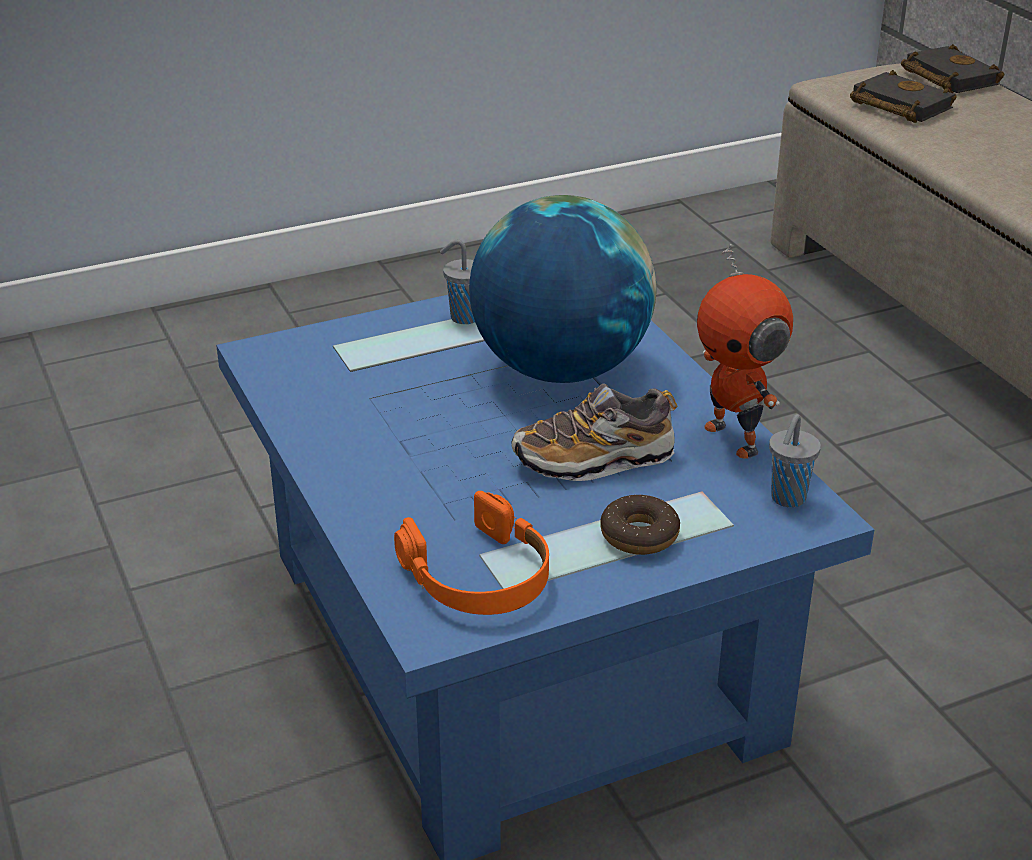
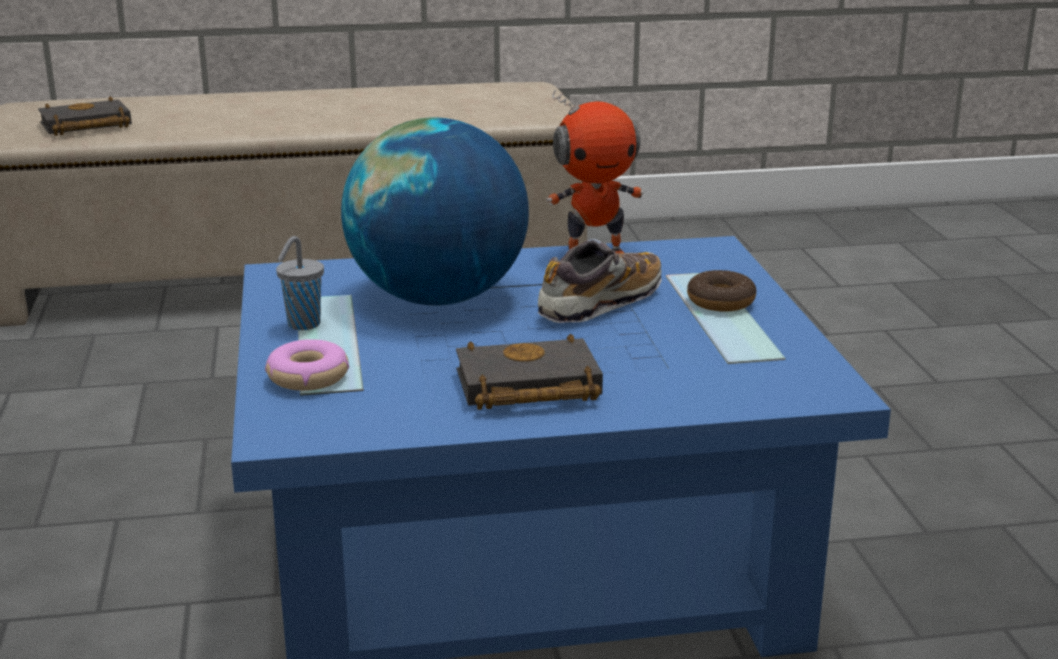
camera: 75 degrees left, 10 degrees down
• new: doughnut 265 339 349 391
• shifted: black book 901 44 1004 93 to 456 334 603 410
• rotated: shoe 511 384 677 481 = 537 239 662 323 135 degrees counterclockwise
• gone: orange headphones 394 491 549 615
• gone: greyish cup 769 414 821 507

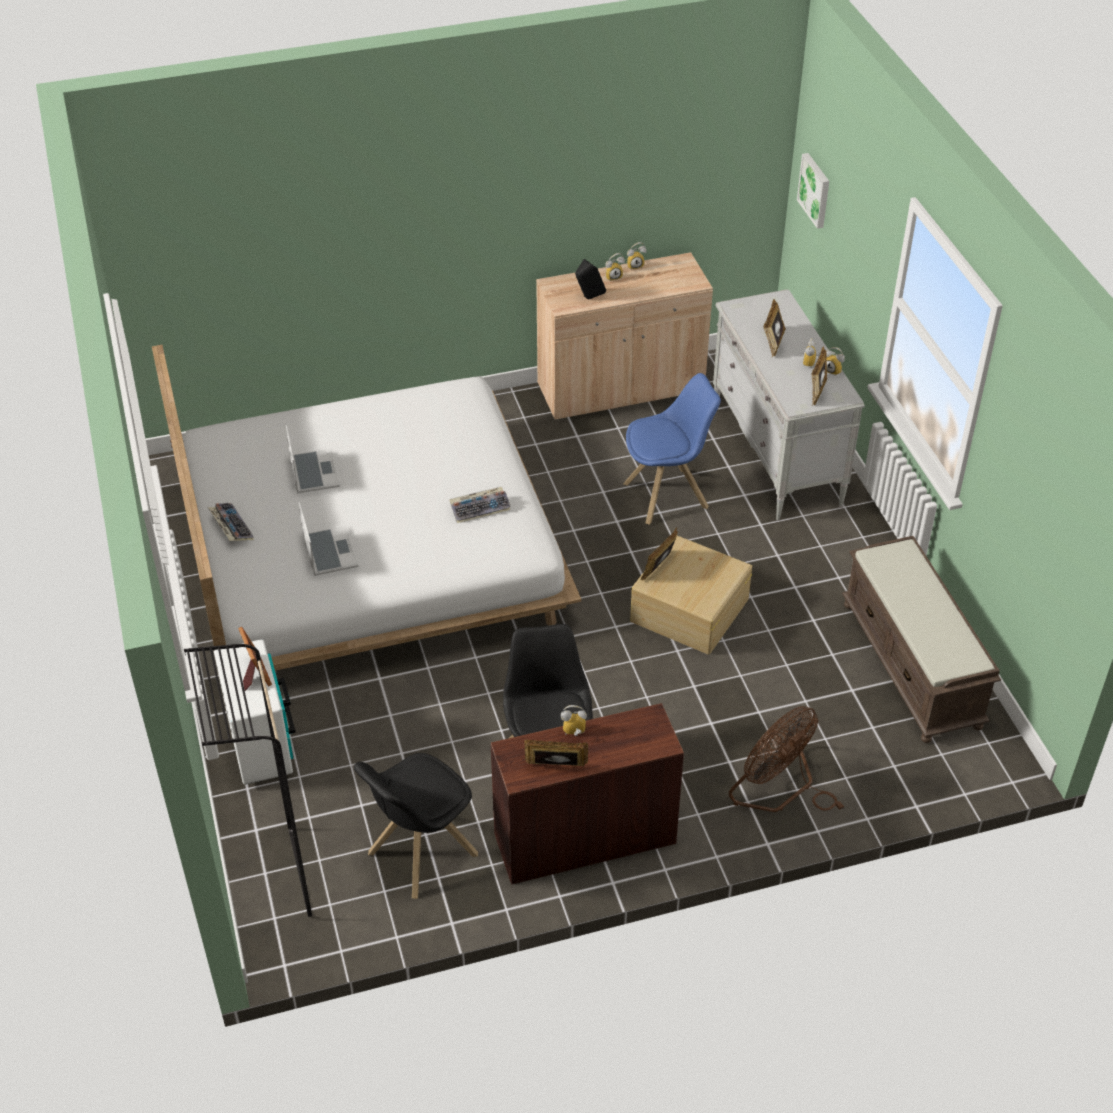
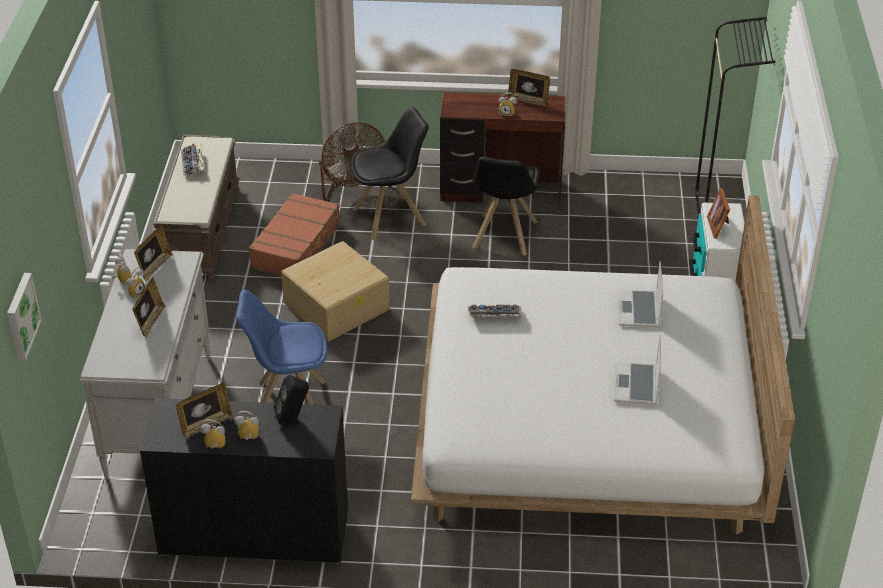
camera: 160 degrees left, 5 degrees down
• repainted: beige-coloured cabinet 536 252 713 420 to black cabinet 140 398 348 564
• shifted: photo frame 640 527 678 580 to 176 383 233 438
• shifted: PC keyboard 208 503 254 541 to 181 143 204 178
• new: brownish piece of luggage 249 193 341 276
• shifted: black upright chair 354 753 478 899 to 351 107 428 240

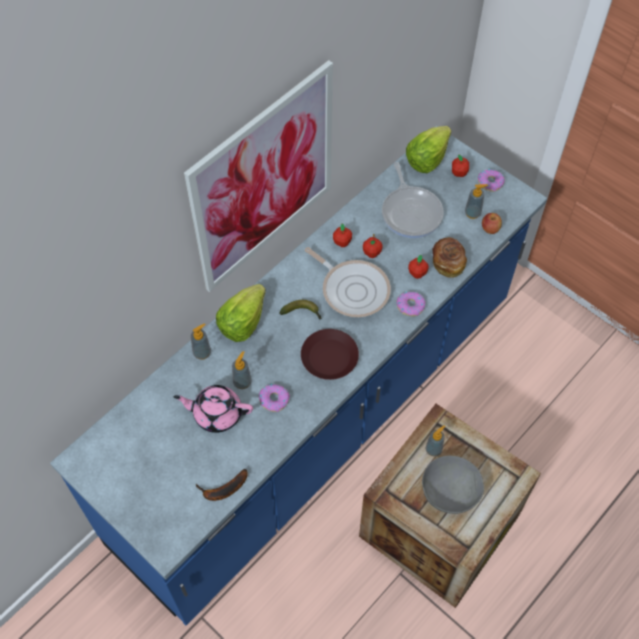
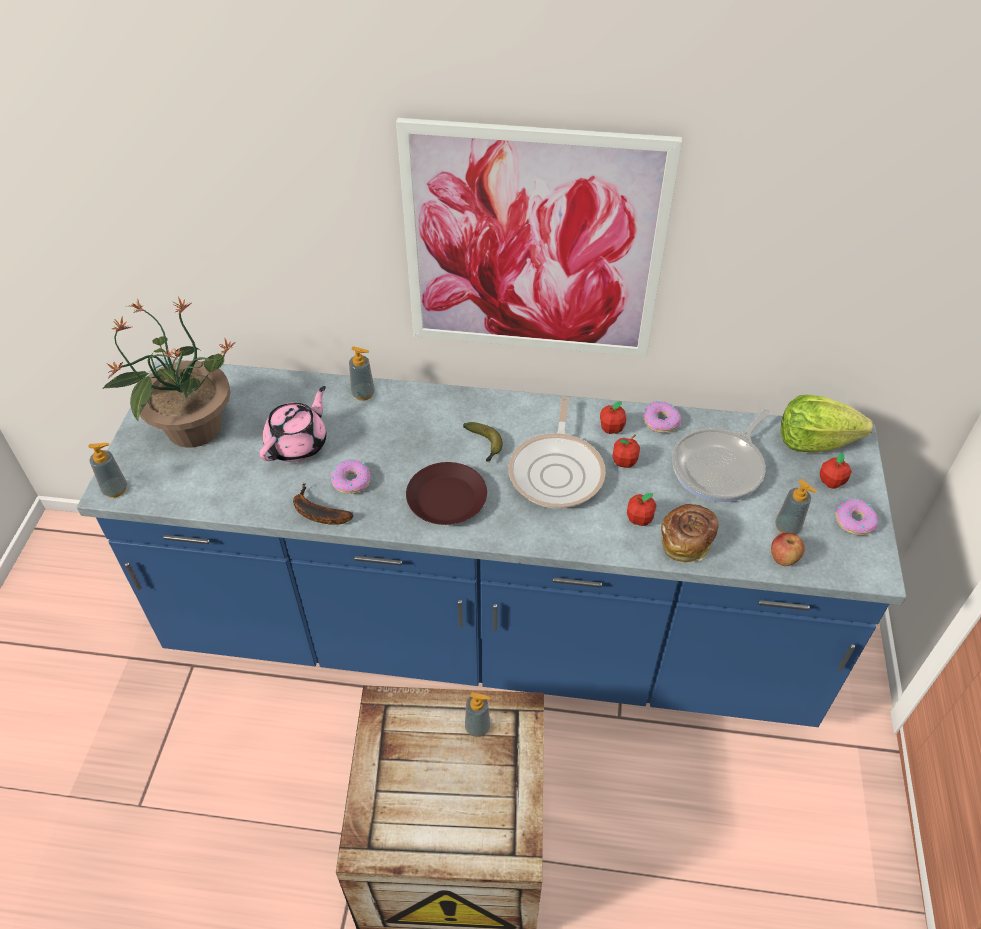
camera: 55 degrees right, 10 degrees down
• shifted: liquid soap bottle 232 351 252 389 to 88 443 127 498
• new: plant in a pot 102 297 236 448
• rotated: pinkish teapot 174 385 253 433 = 259 386 327 462 60 degrees clockwise
• shifted: banana 196 469 248 501 to 293 484 353 525
• shifted: doughnut 396 291 425 316 to 643 401 681 433
• gone: lettuce head 216 284 266 342
• gone: greyish bowl 422 456 484 514

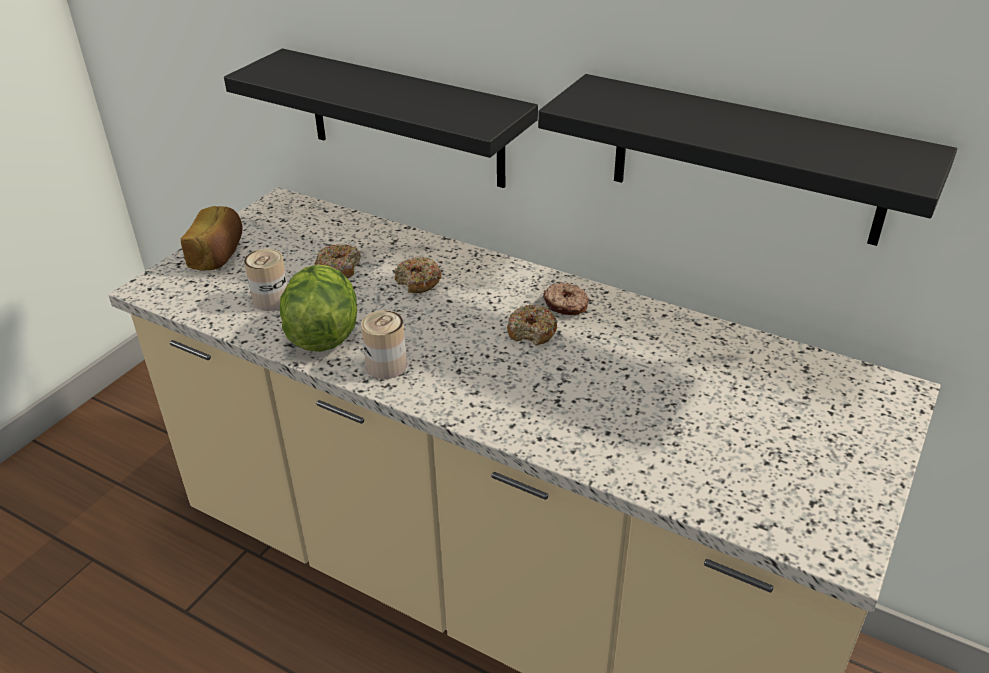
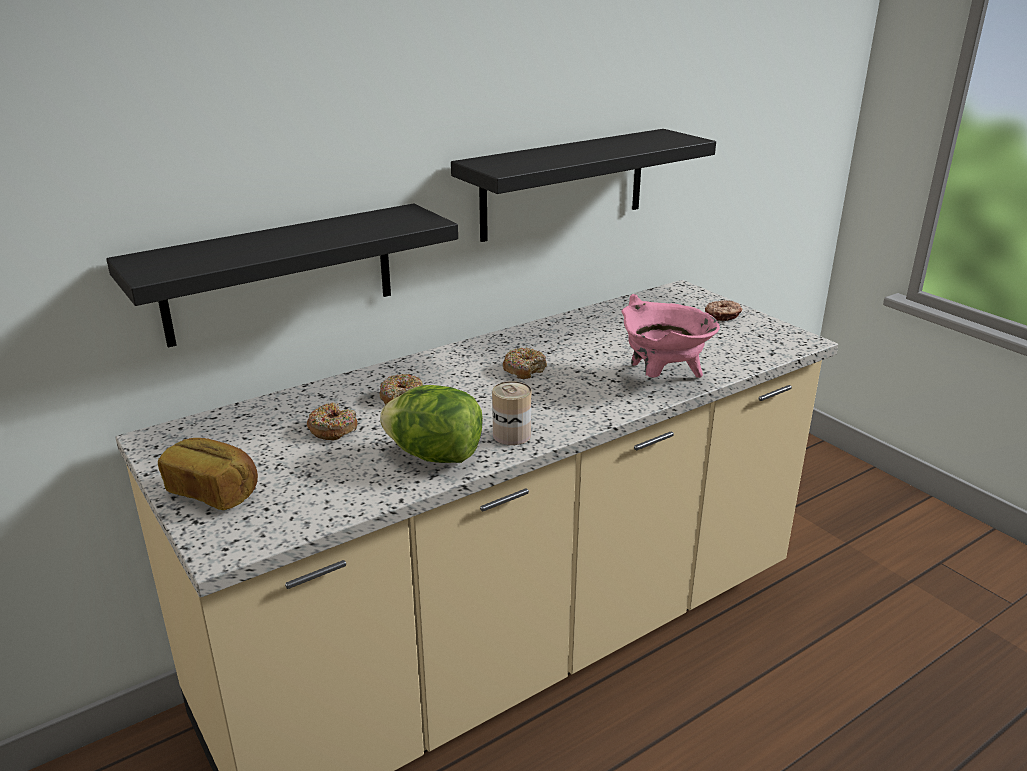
camera: 65 degrees left, 10 degrees down
• new: pinkish cooking pot 621 294 720 378
• shifted: doughnut 543 283 589 315 to 705 300 743 321
• gone: can 244 249 288 311

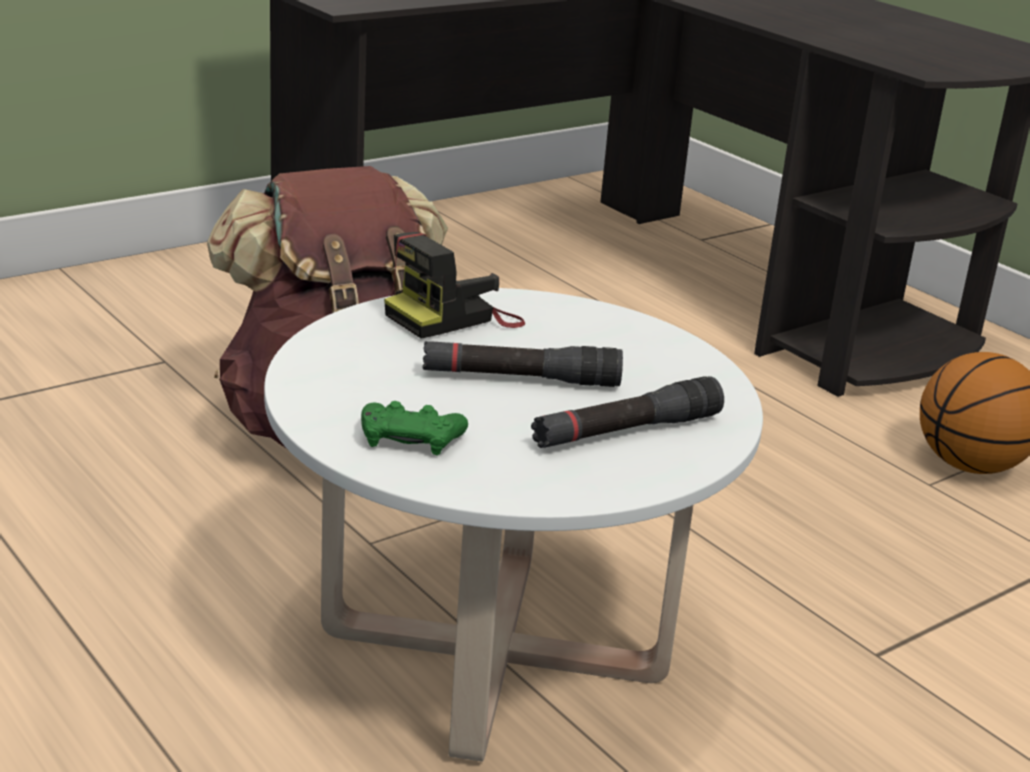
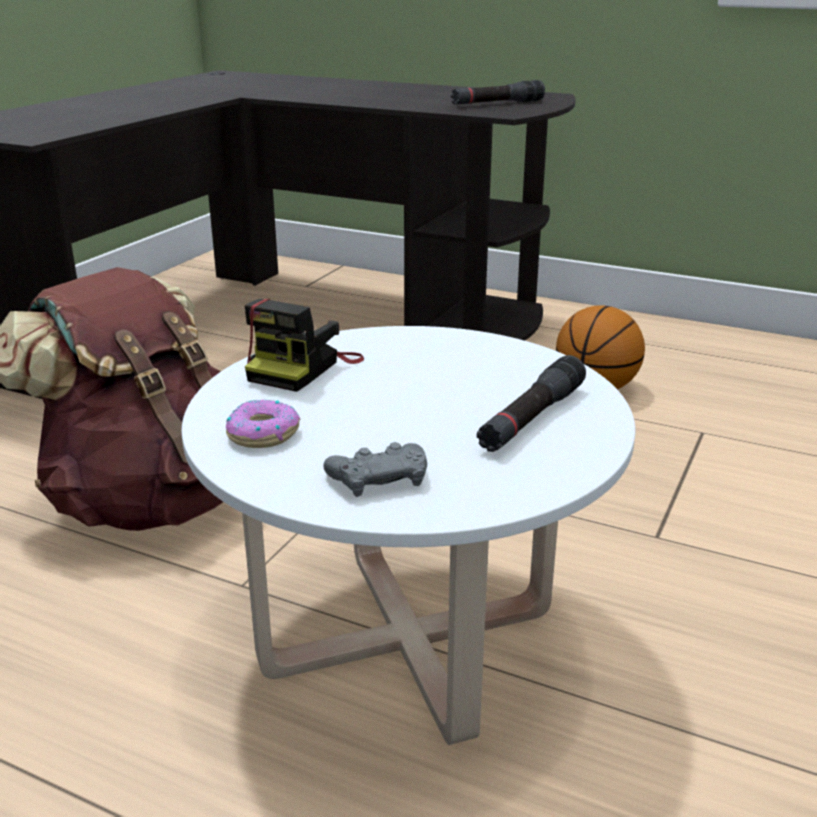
camera: 25 degrees left, 0 degrees up
• new: doughnut 226 400 300 448
• repainted: greenish joypad 361 401 468 455 to greyish joypad 323 442 427 497
• shifted: black flashlight 422 341 623 387 to 451 80 545 105

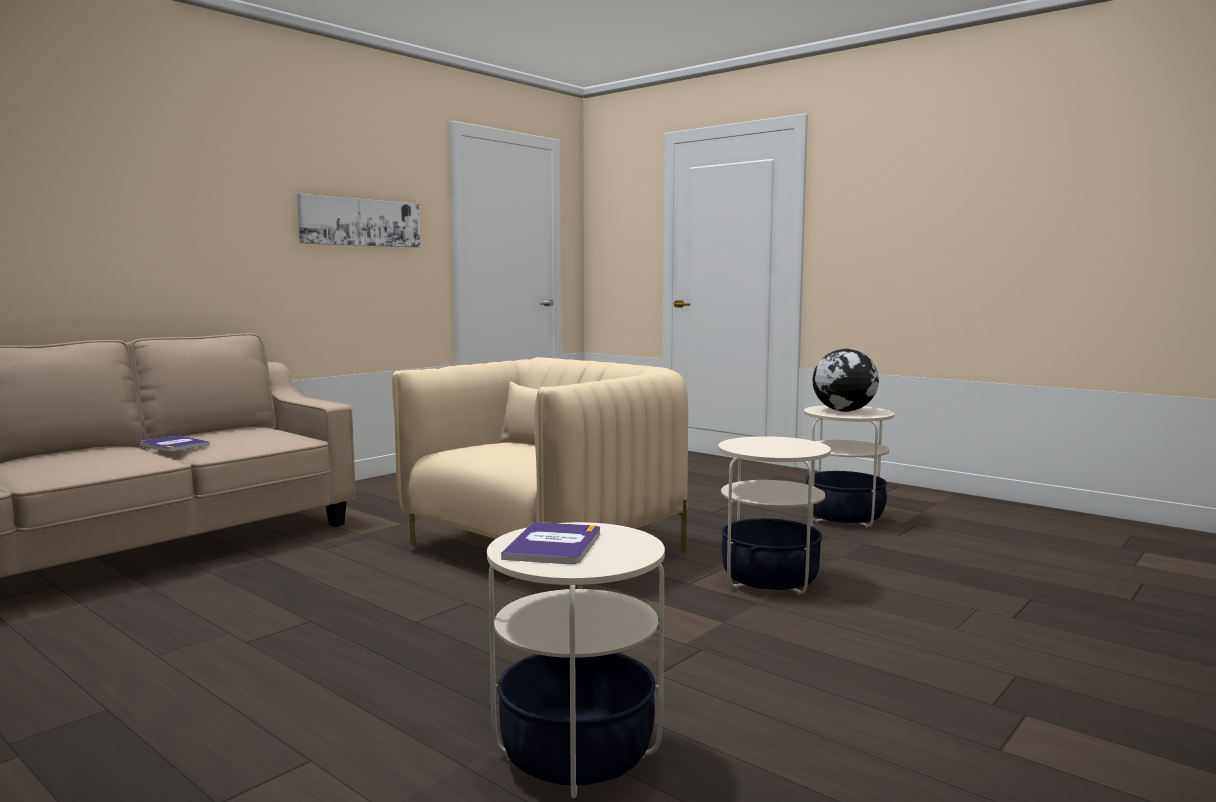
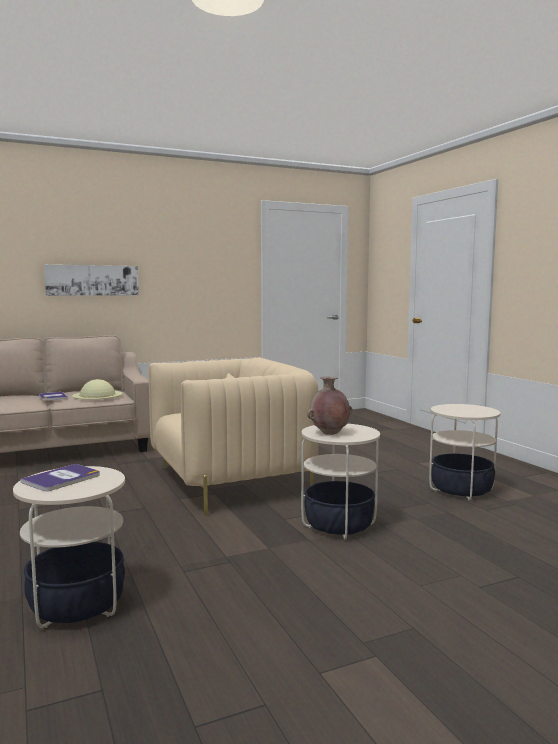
camera: 25 degrees right, 0 degrees up
• shifted: wall art 297 194 420 248 to 44 265 139 296
• new: beige-coloured clothing hat 72 379 123 400
• new: brownish flower vase 307 376 352 435
• gone: globe 812 349 879 412

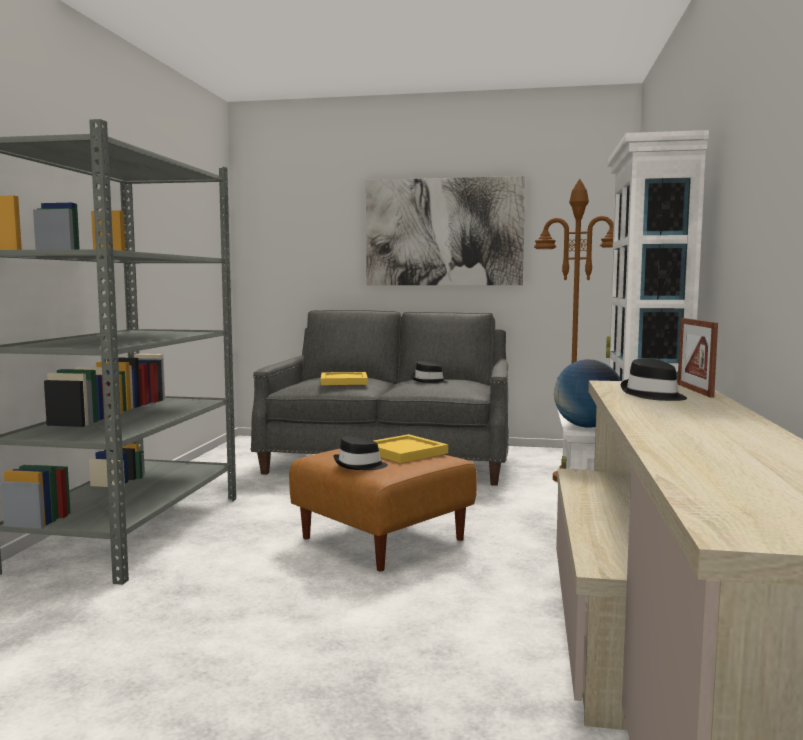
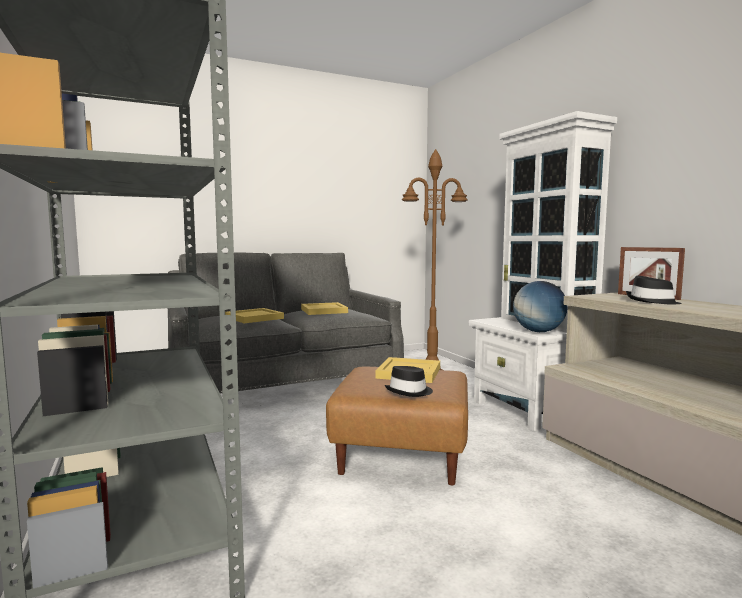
camera: 35 degrees left, 0 degrees up
• swapped: black clothing hat 411 361 448 383 to yellowish carrying tray 301 302 348 315
• gone: wall art 366 176 525 285

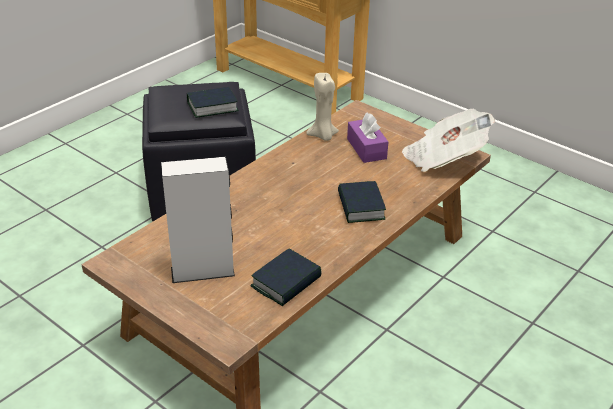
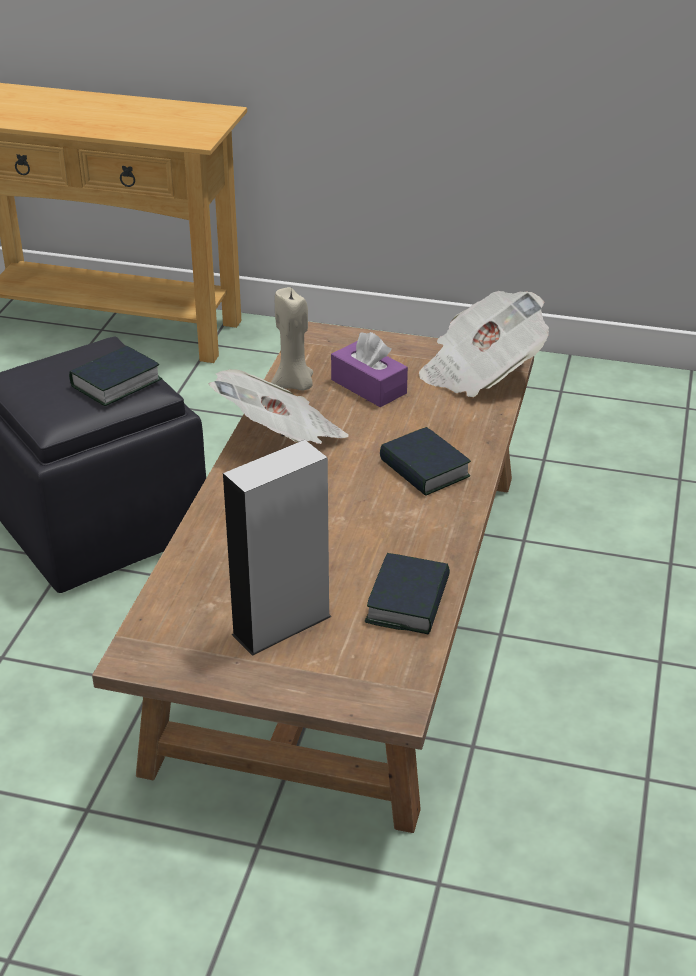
camera: 25 degrees left, 0 degrees up
• new: daily paper 208 369 349 444

